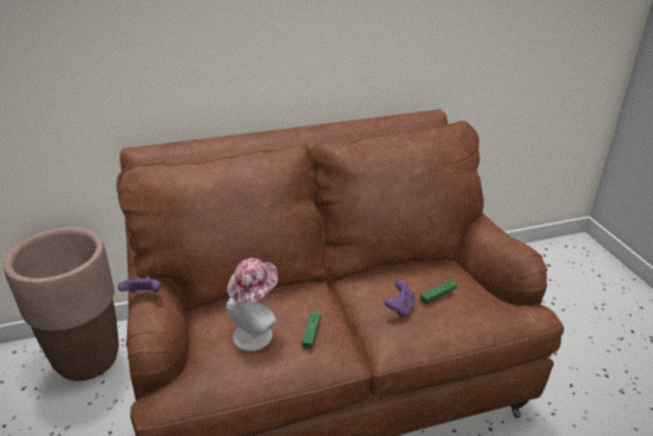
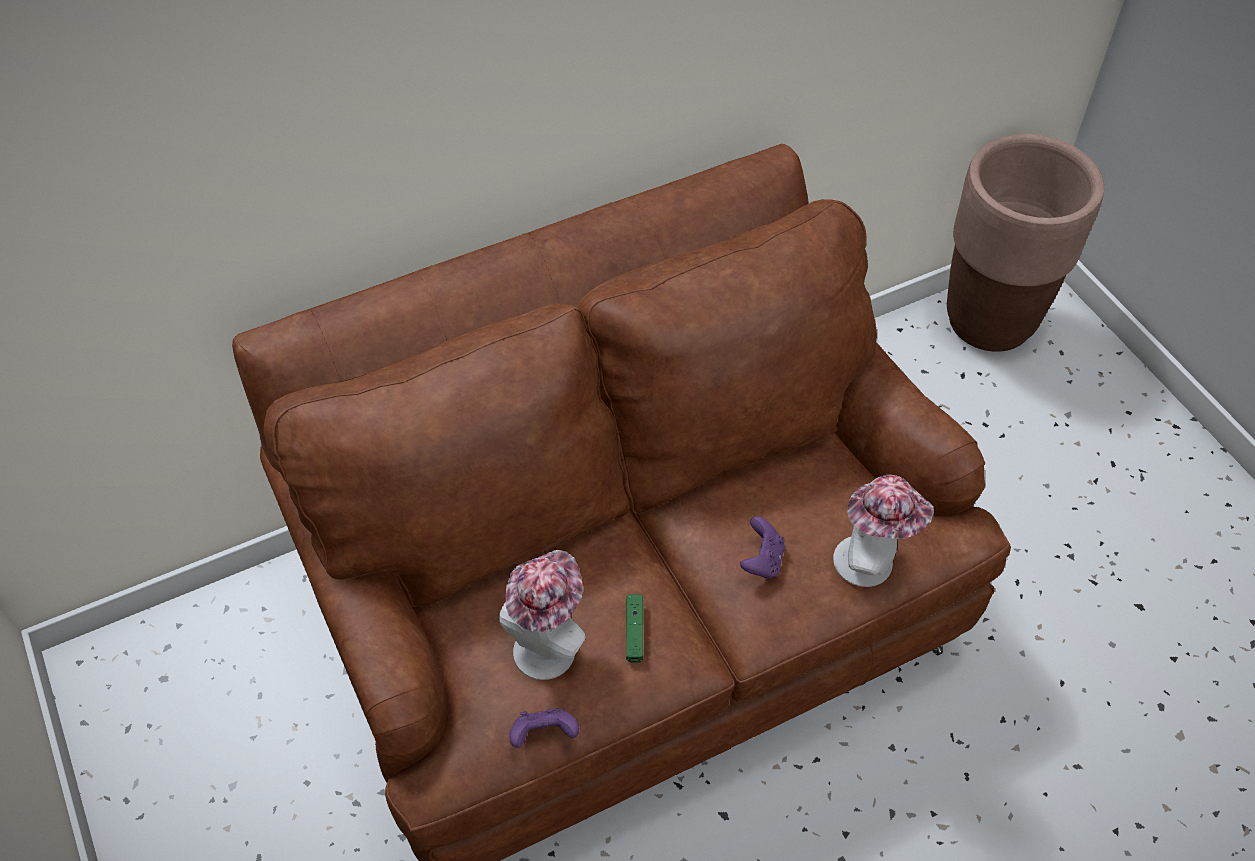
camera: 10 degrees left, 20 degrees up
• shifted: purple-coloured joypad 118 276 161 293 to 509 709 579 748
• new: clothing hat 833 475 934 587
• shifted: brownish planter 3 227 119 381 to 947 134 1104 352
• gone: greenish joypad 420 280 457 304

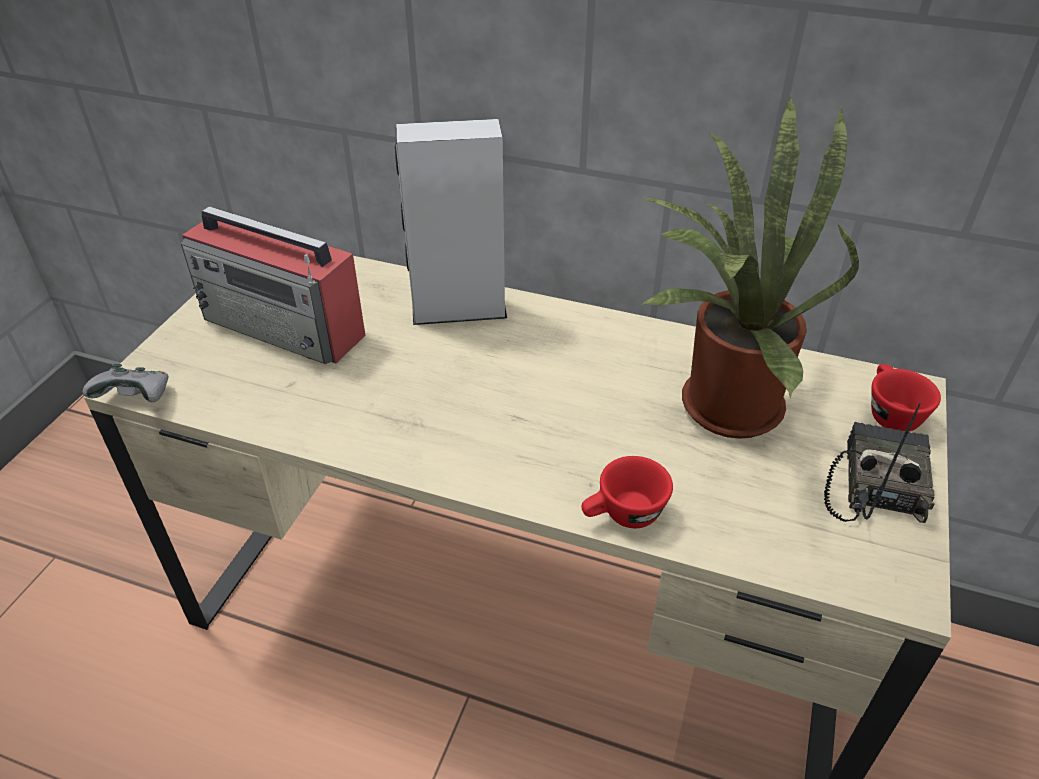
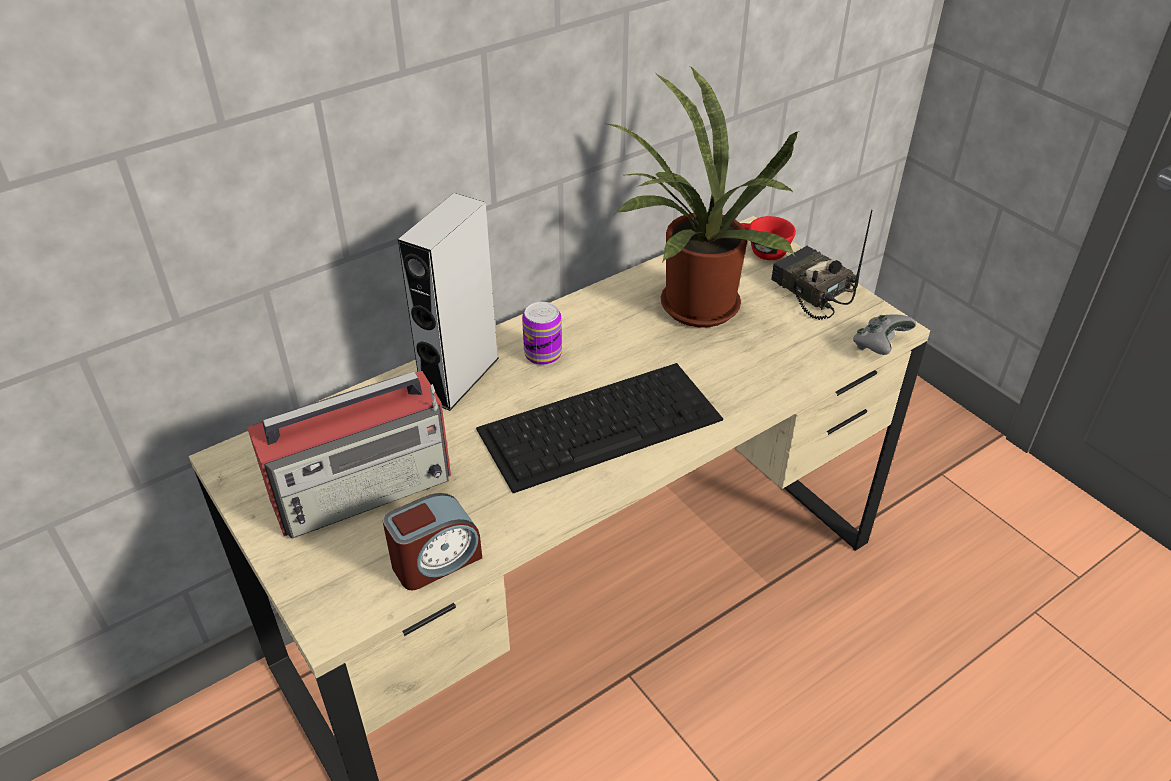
camera: 55 degrees left, 0 degrees up
• new: table clock 383 493 482 590
• new: PC keyboard 476 363 723 493
• new: can 522 302 562 365
• shifted: greyish joypad 83 364 169 402 to 853 314 916 355
• gone: red cup 581 456 673 528

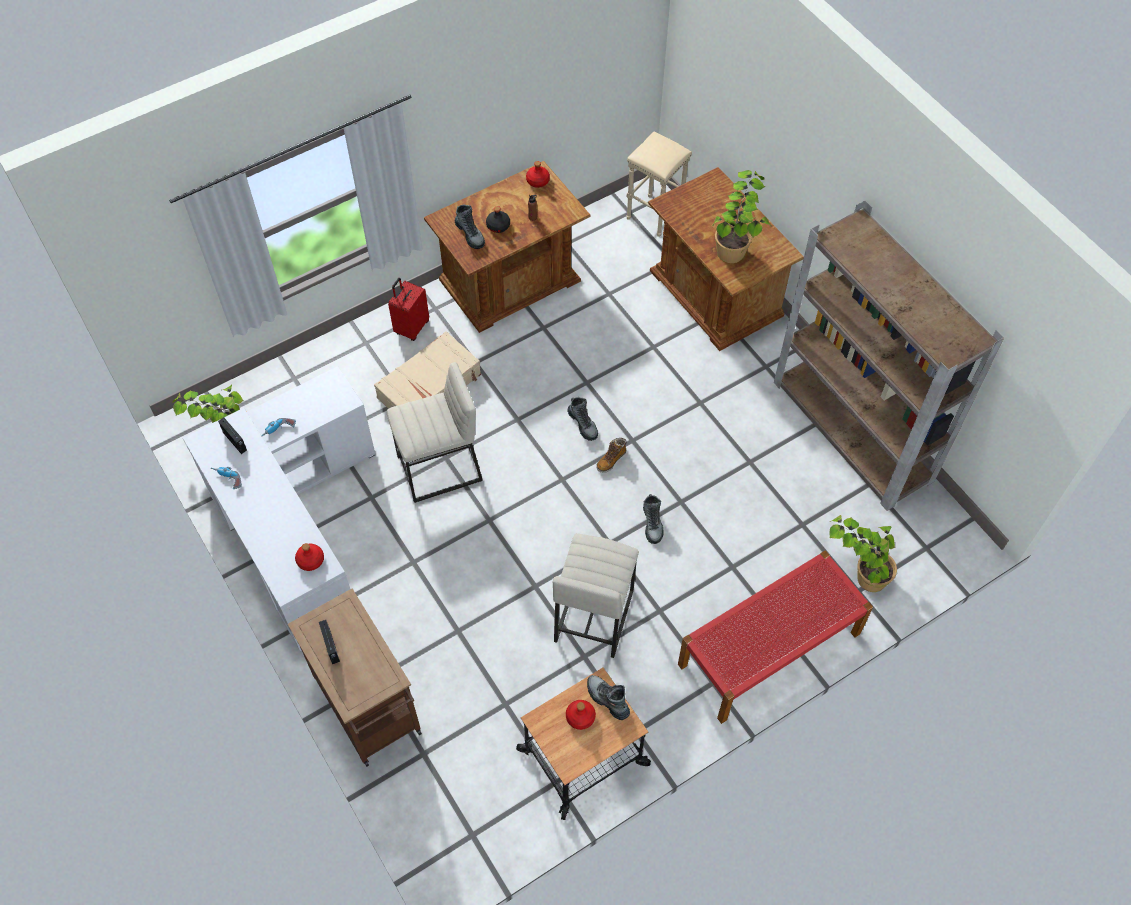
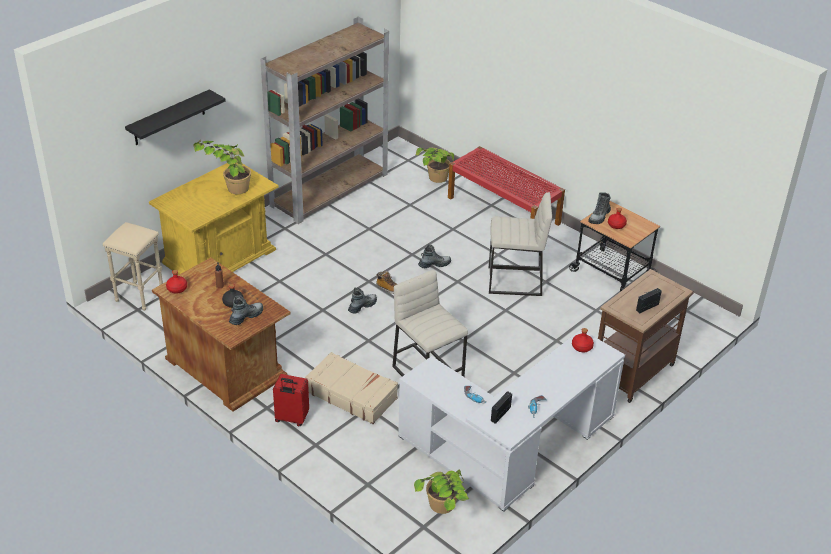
camera: 105 degrees left, 20 degrees down
• new: black shelf 125 89 226 145
• repainted: brownish cabinet 648 167 804 351 to yellowish cabinet 149 162 279 275

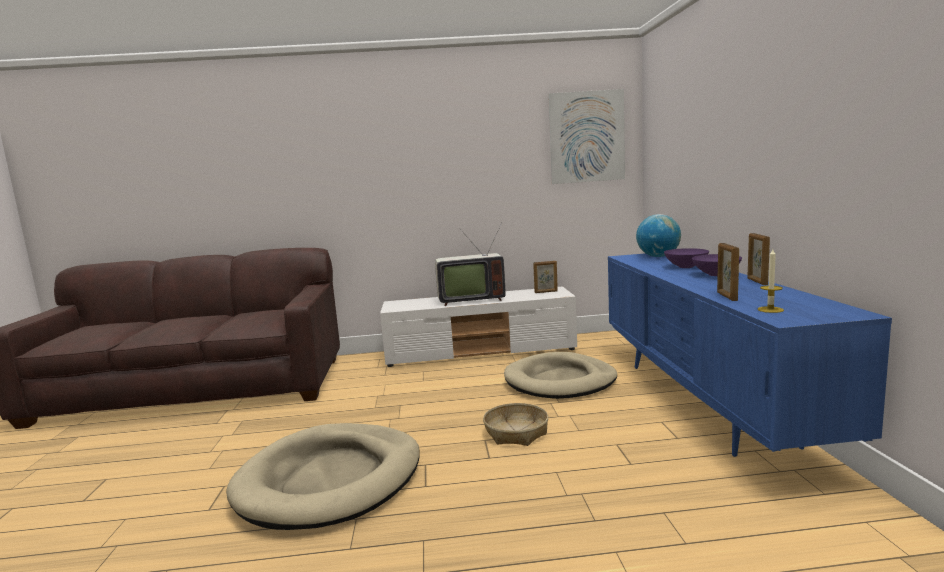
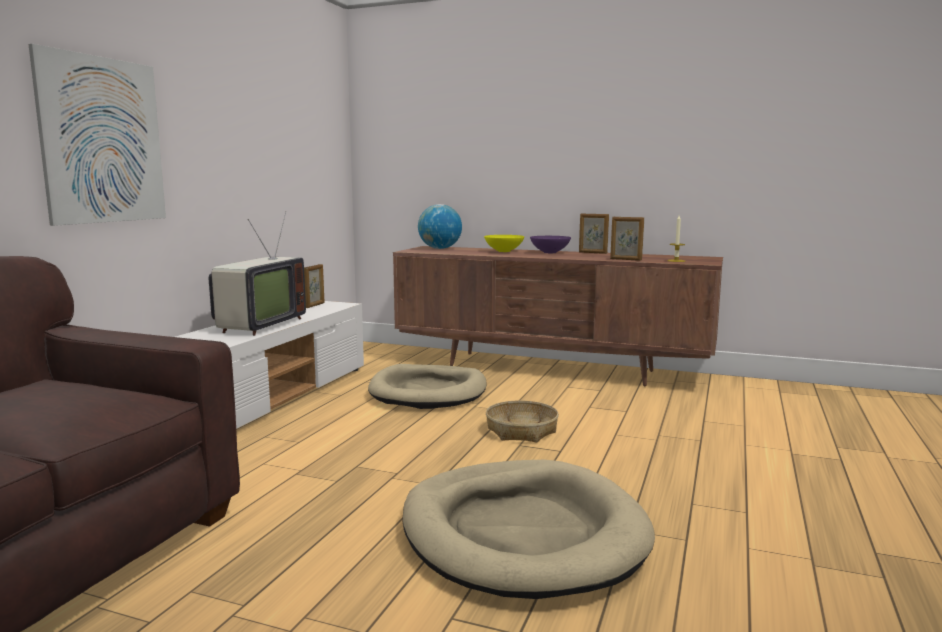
camera: 65 degrees left, 0 degrees up
• shifted: wall art 548 89 625 184 to 28 44 166 226
• repainted: blue cabinet 608 253 892 457 to brownish cabinet 393 246 723 386
• repainted: purple-coloured bowl 664 248 709 268 to yellowish bowl 484 235 524 252

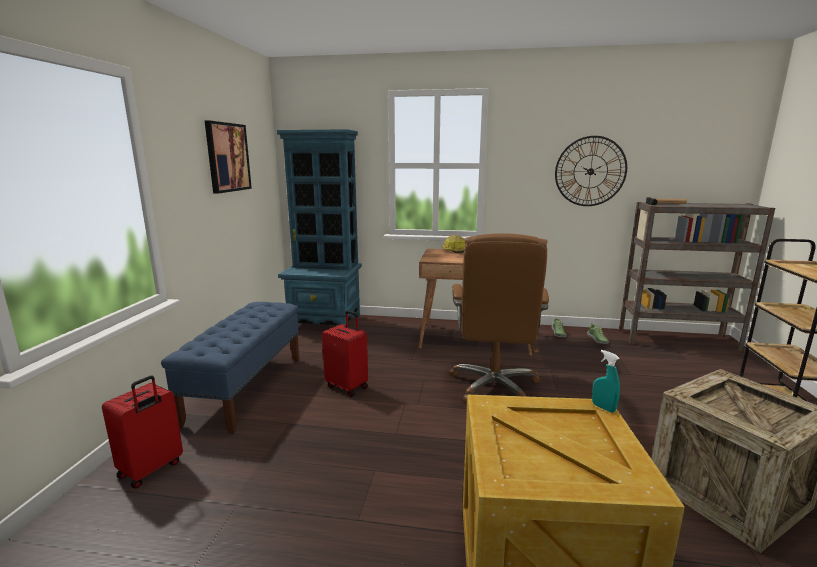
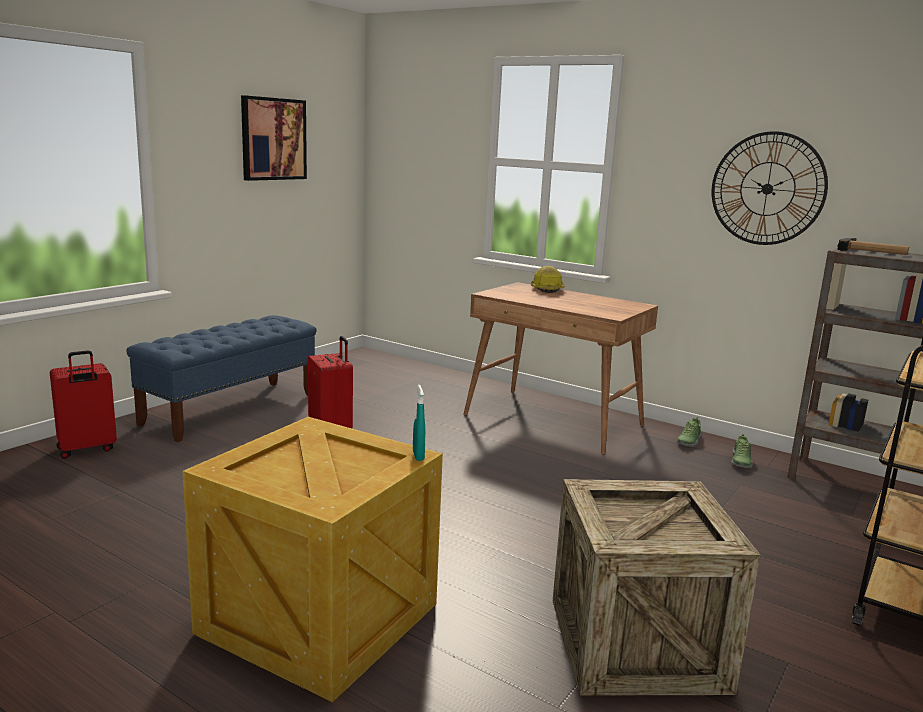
camera: 25 degrees right, 0 degrees up
• gone: blue cabinet 277 129 362 325
• gone: brownish computer chair 449 233 549 402

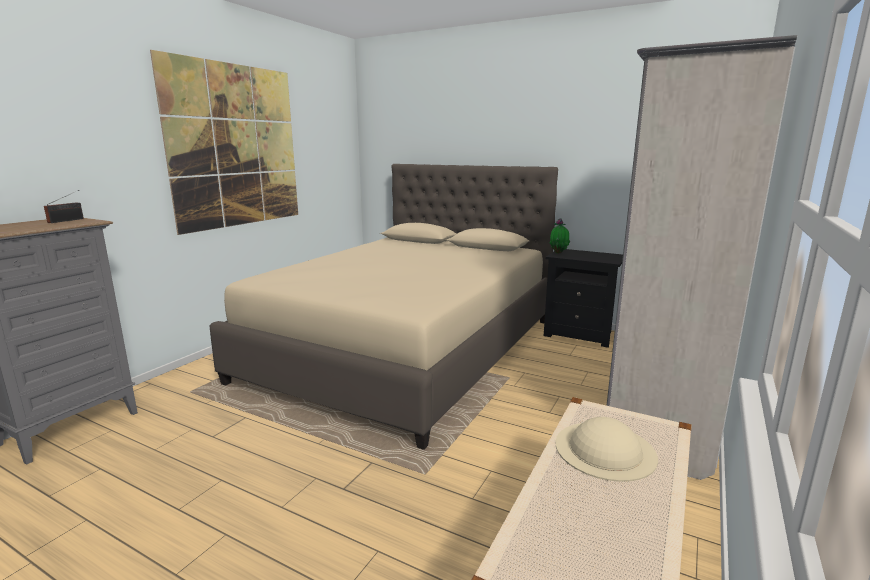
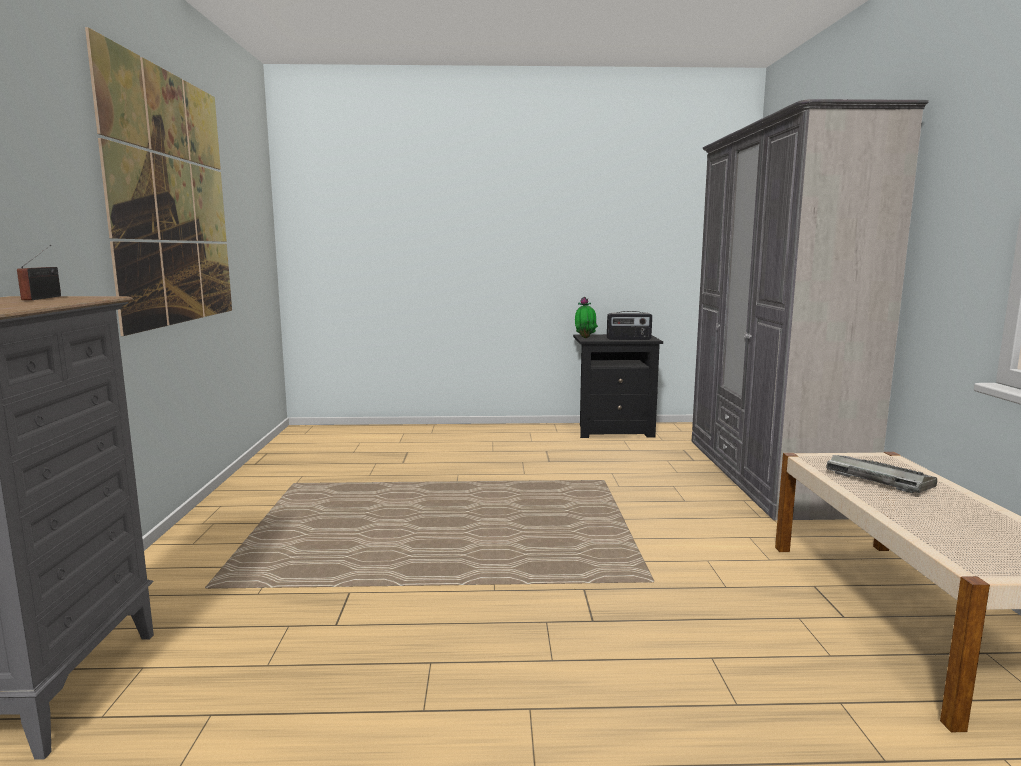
camera: 30 degrees left, 5 degrees down
• new: radio set 607 311 652 340
• swapped: beige-coloured clothing hat 555 417 658 482 to PC keyboard 827 455 937 493
• gone: beige-coloured bedroom bed 210 164 558 450

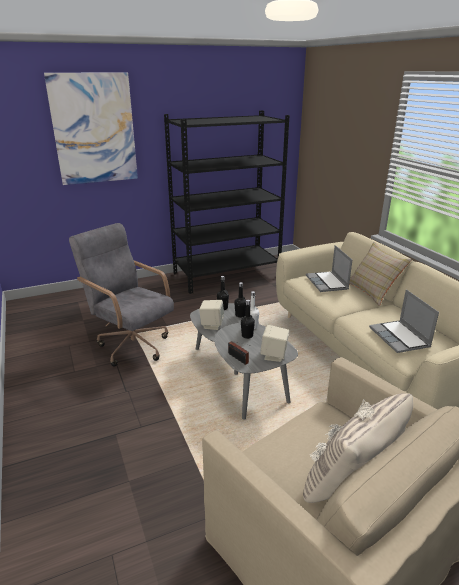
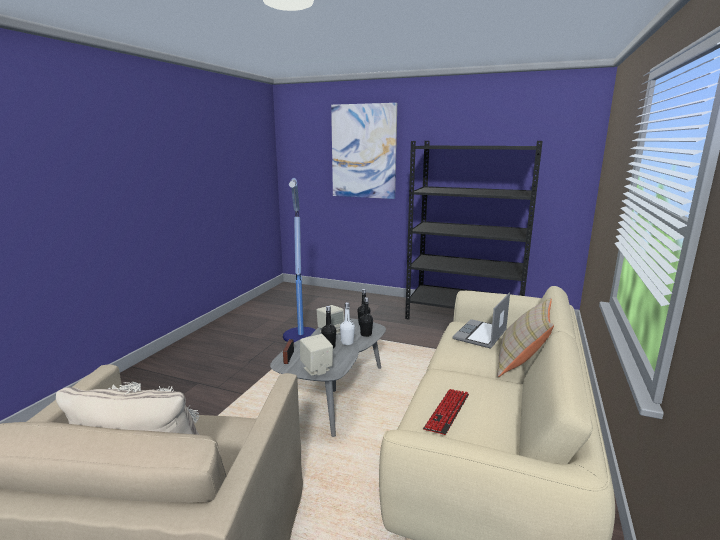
camera: 45 degrees right, 10 degrees down
• swapped: greyish computer chair 69 223 174 367 to standing lamp 283 178 316 342
• swapped: portable computer 369 289 439 353 to PC keyboard 423 389 469 435

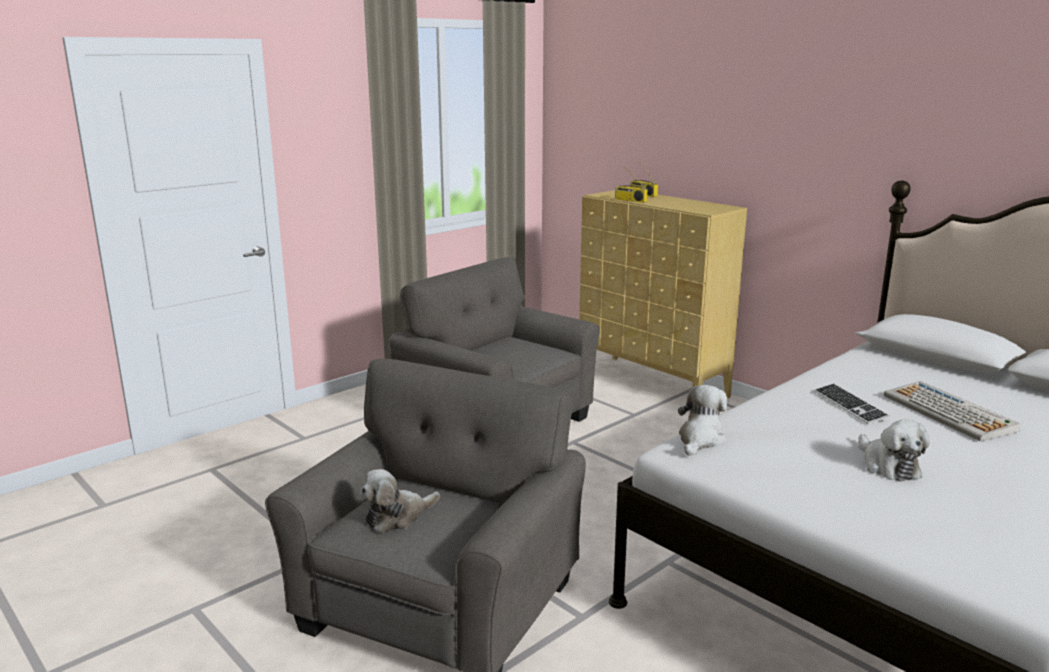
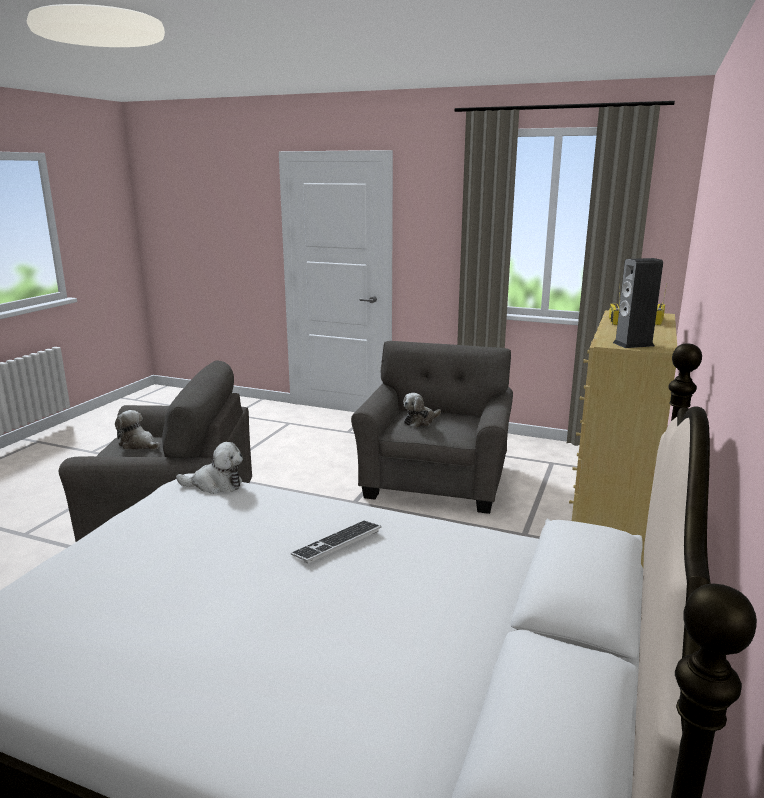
camera: 65 degrees right, 0 degrees up
• shifted: plush toy 858 420 930 481 to 403 393 441 428
• new: speaker 613 258 663 348
• gone: PC keyboard 884 381 1020 441

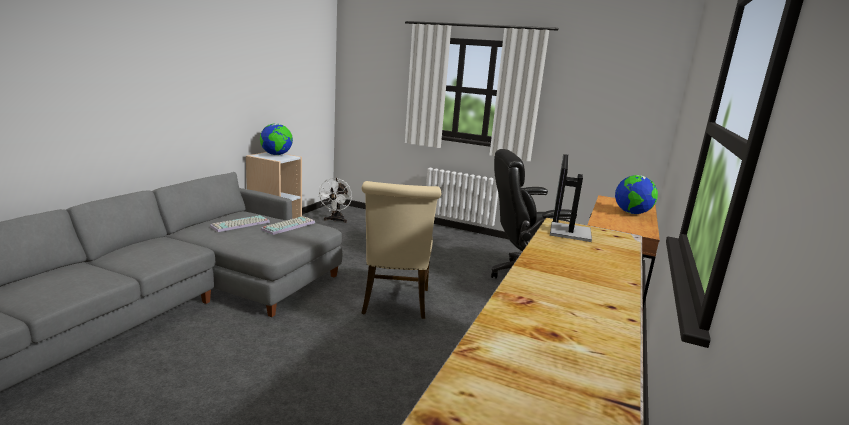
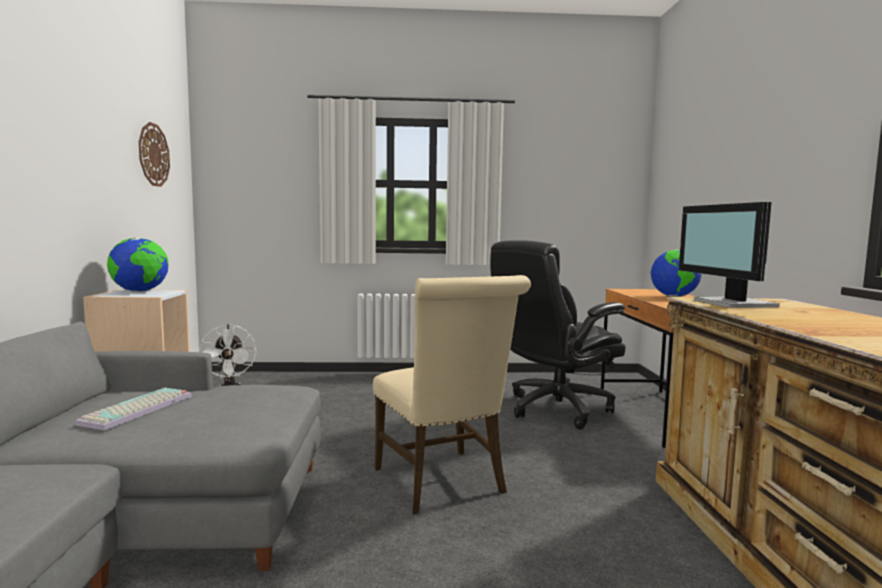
camera: 25 degrees left, 10 degrees down
• new: hanging clock 139 122 170 187
• gone: PC keyboard 261 216 315 235

